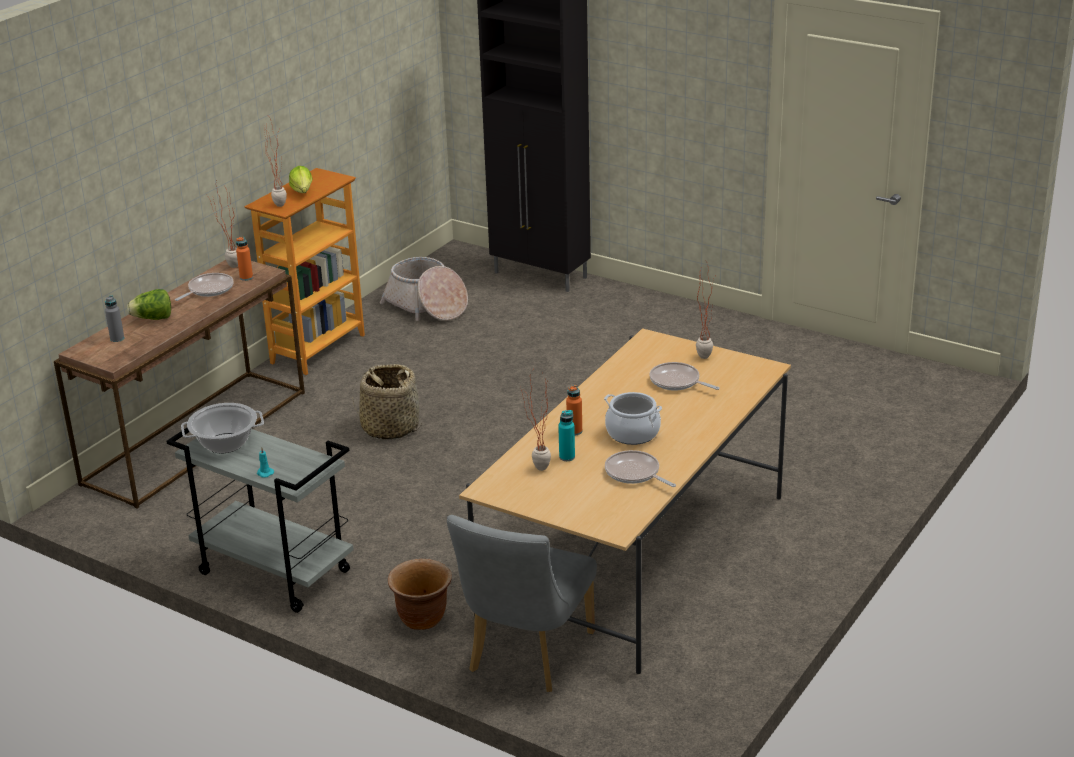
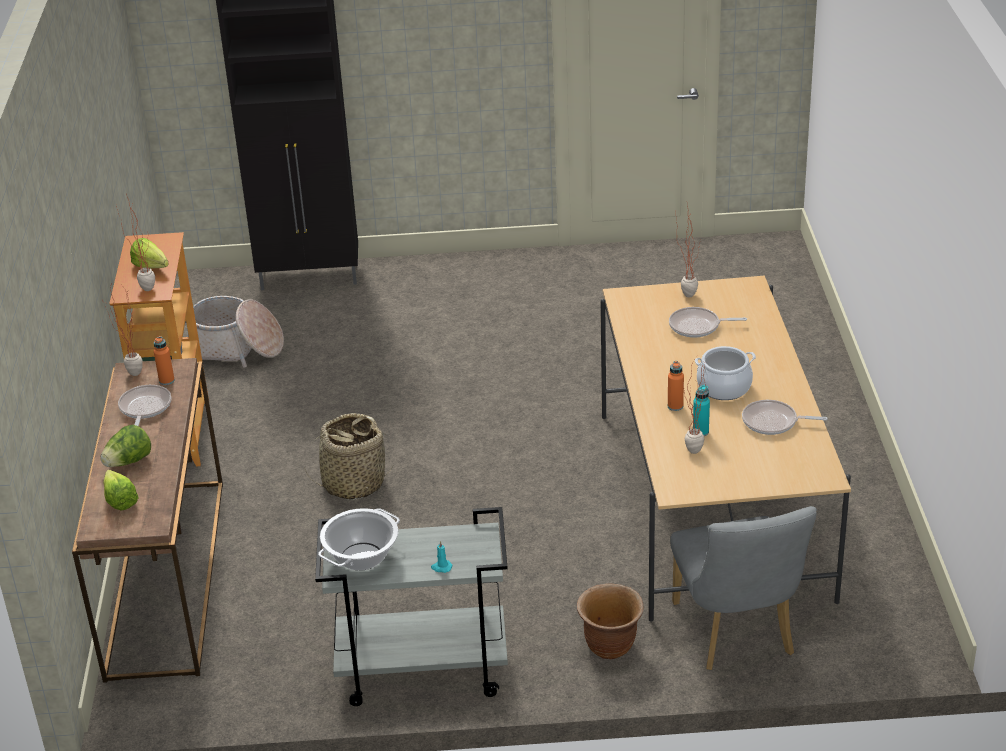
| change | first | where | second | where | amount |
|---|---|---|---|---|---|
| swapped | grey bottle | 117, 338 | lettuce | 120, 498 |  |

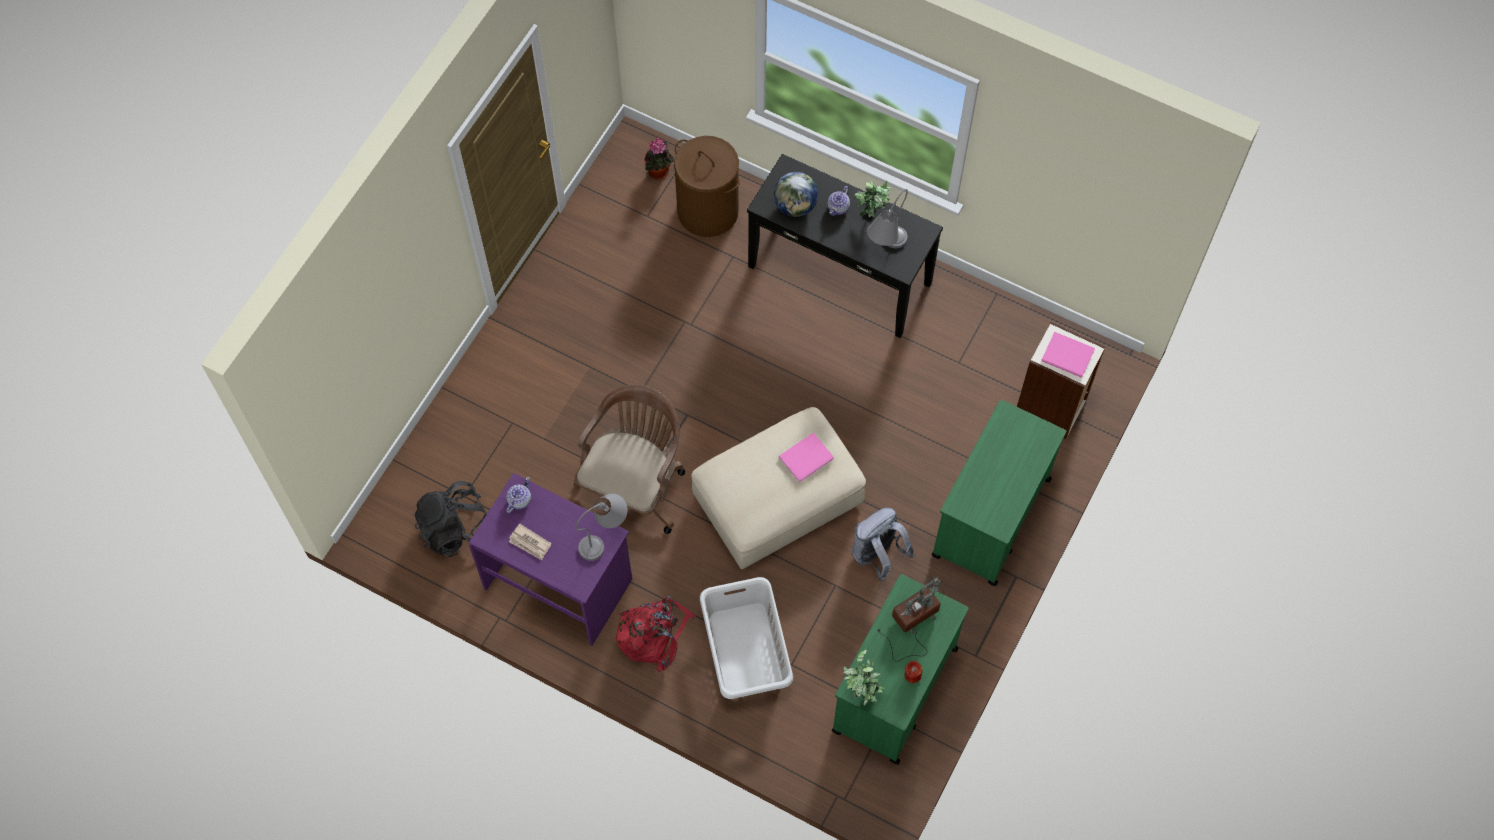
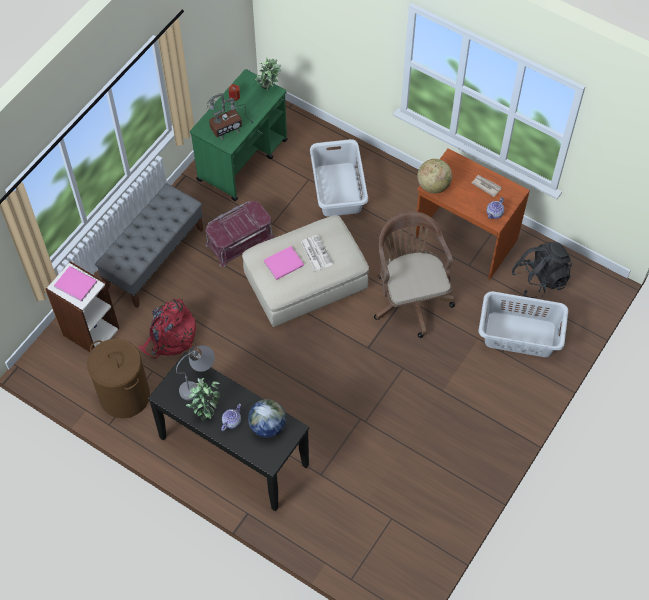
| change | first | where | second | where | amount |
|---|---|---|---|---|---|
| gone | potted plant | 659, 172 |  |  |  |
| new |  |  | newspaper | 316, 253 |  |
| new |  |  | grey laundry basket | 520, 335 |  |
| shifted | red backpack | 653, 634 |  | 170, 337 |  |
| shifted | brown laundry basket | 708, 211 |  | 124, 396 |  |
| swapped | grey table lamp | 605, 537 | globe | 433, 185 |  |
| swapped | grey backpack | 877, 556 | red storage box | 239, 240 |  |
| swapped | green cart | 990, 518 | grey bench | 154, 258 |  |
| repainted | purple desk | 559, 583 | brown desk | 464, 239 |  |
| rotated | brown office chair | 634, 488 |  | 410, 297 | 135 degrees clockwise |

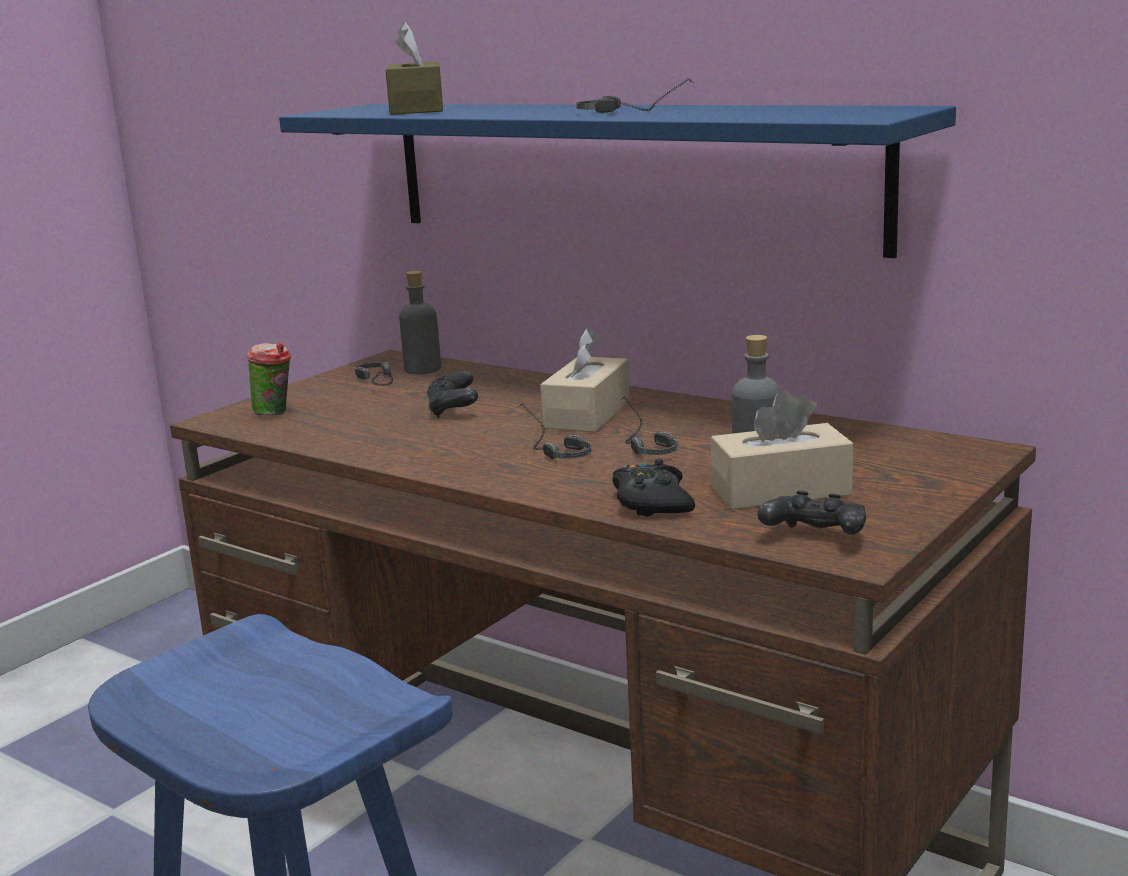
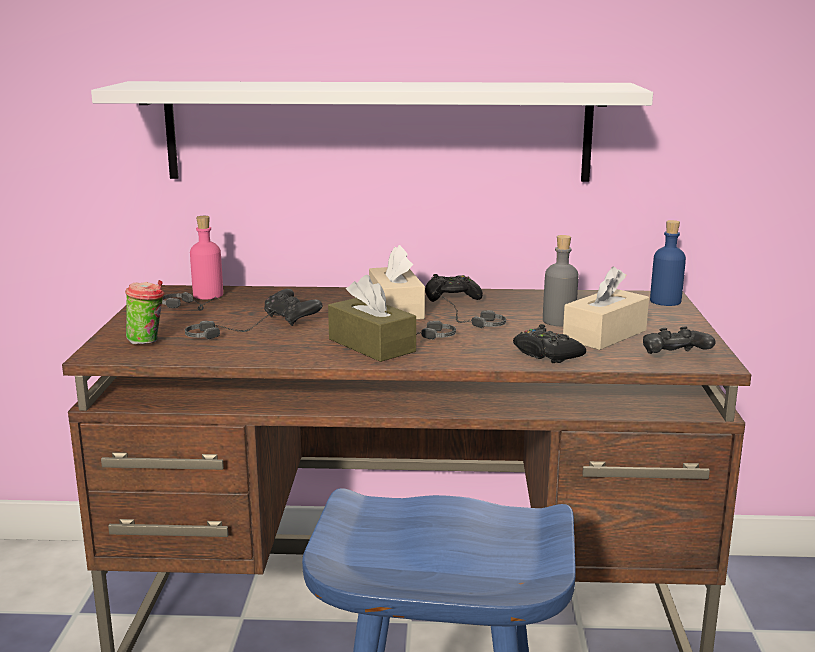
| change | first | where | second | where | amount |
|---|---|---|---|---|---|
| new |  |  | black game controller | 452, 297 |  |
| new |  |  | blue bottle | 665, 301 |  |
| shifted | brown tissue box | 416, 109 |  | 371, 345 |  |
| shifted | headphones | 635, 112 |  | 231, 333 |  |
| repainted | blue shelf | 622, 172 | white shelf | 377, 131 |  |
| repainted | grey bottle | 422, 369 | pink bottle | 208, 295 |  |

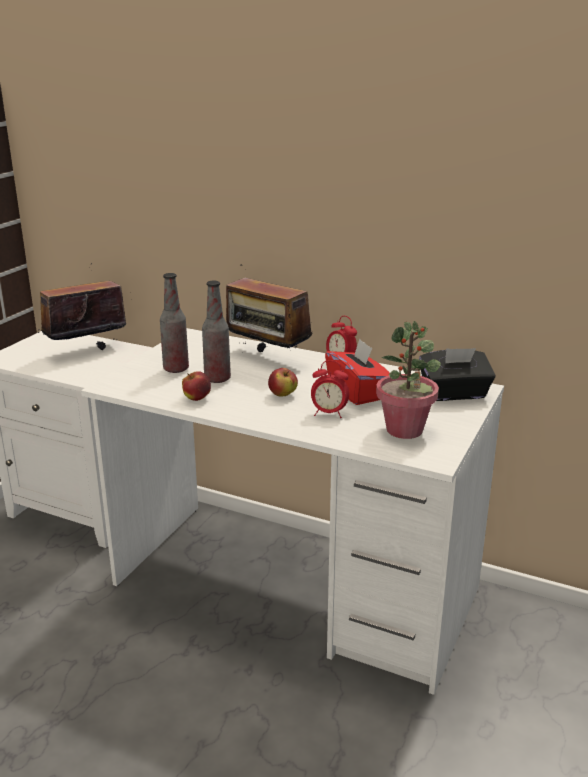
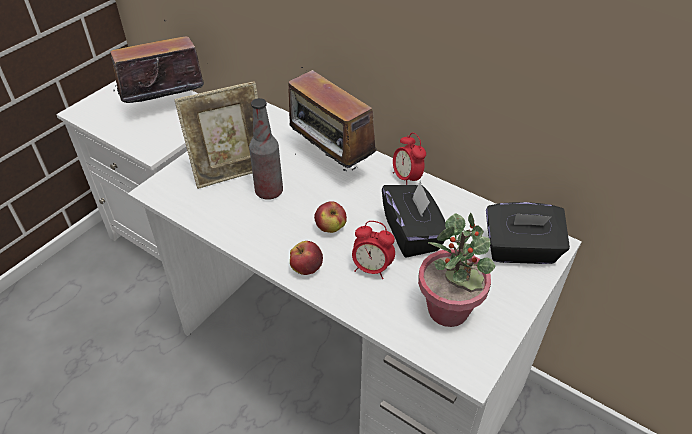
| change | first | where | second | where | amount |
|---|---|---|---|---|---|
| shifted | apple | 197, 398 |  | 306, 268 |  |
| swapped | bottle | 176, 369 | picture frame | 231, 169 |  |
| repainted | red tissue box | 357, 392 | black tissue box | 412, 234 |  |

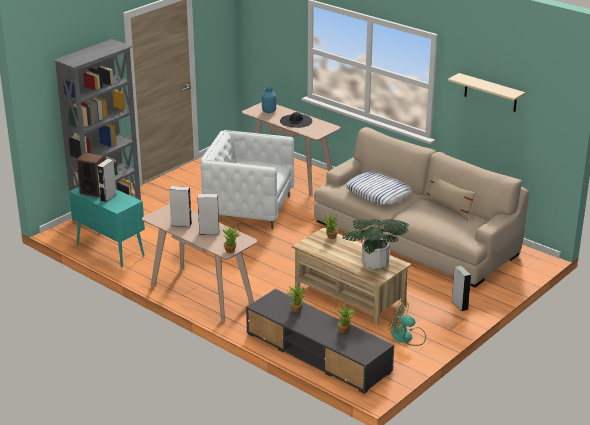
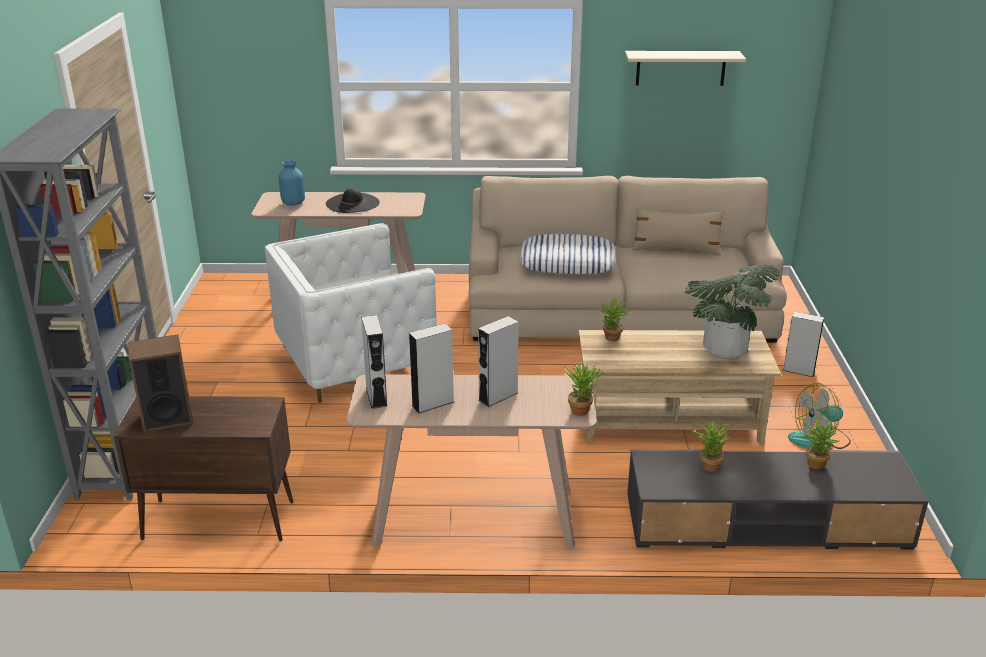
| change | first | where | second | where | amount |
|---|---|---|---|---|---|
| shifted | grey speaker | 108, 197 |  | 376, 396 |  |
| repainted | turquoise cabinet | 109, 250 | brown cabinet | 217, 520 |  |

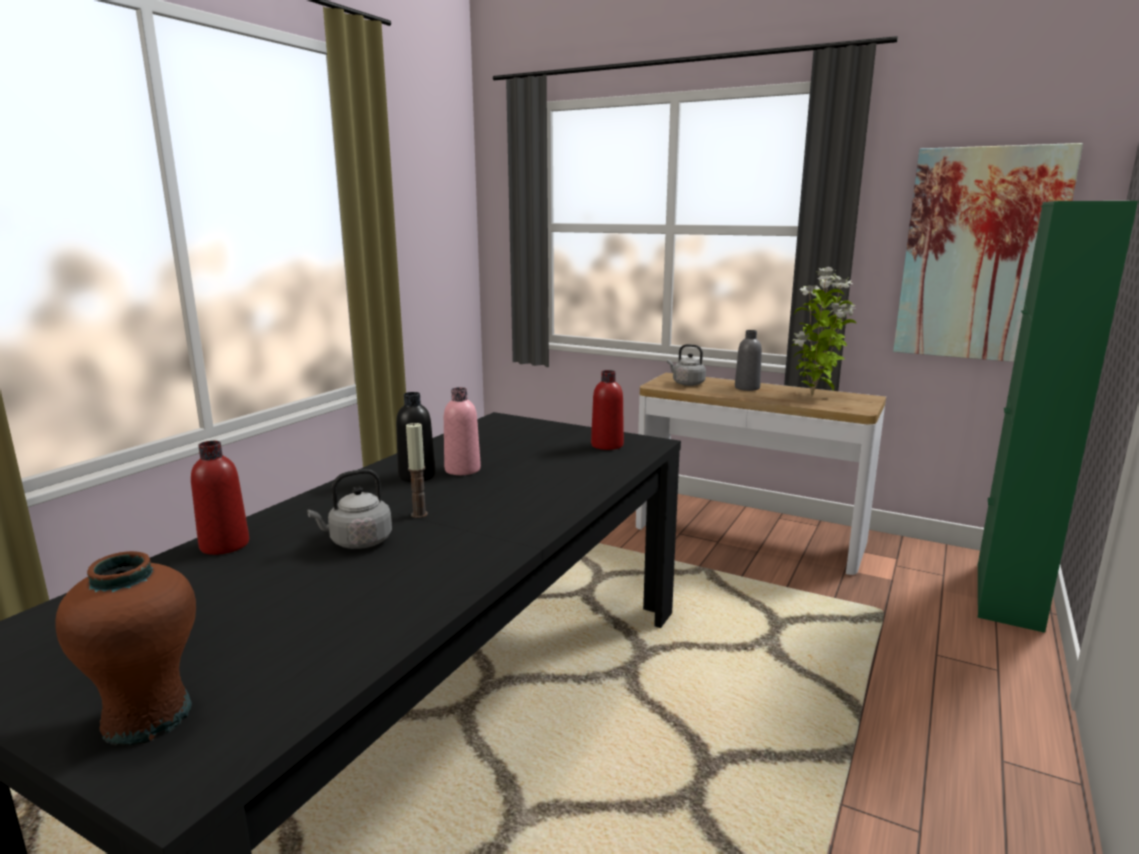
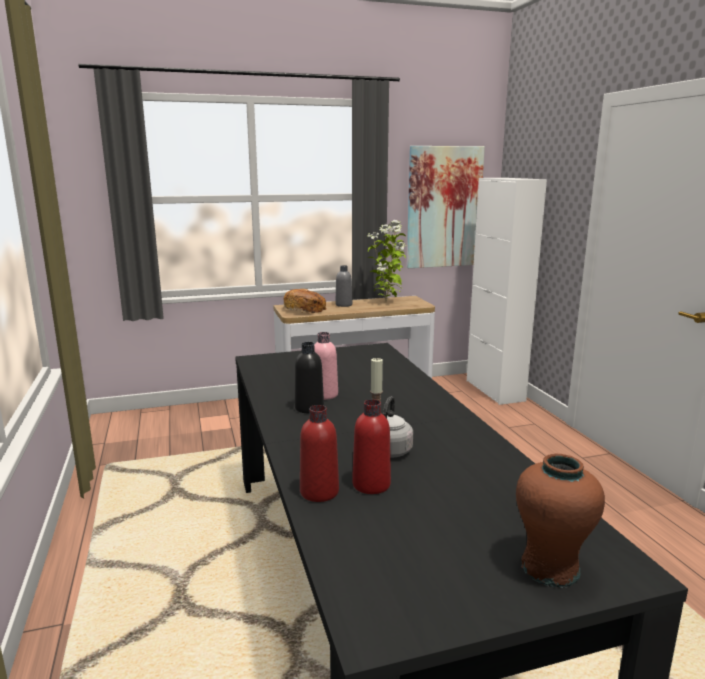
| change | first | where | second | where | amount |
|---|---|---|---|---|---|
| shifted | red bottle | 607, 445 |  | 371, 484 |  |
| swapped | grey kettle | 686, 383 | bread | 305, 309 |  |
| repainted | green cabinet | 1008, 595 | white cabinet | 495, 390 |  |

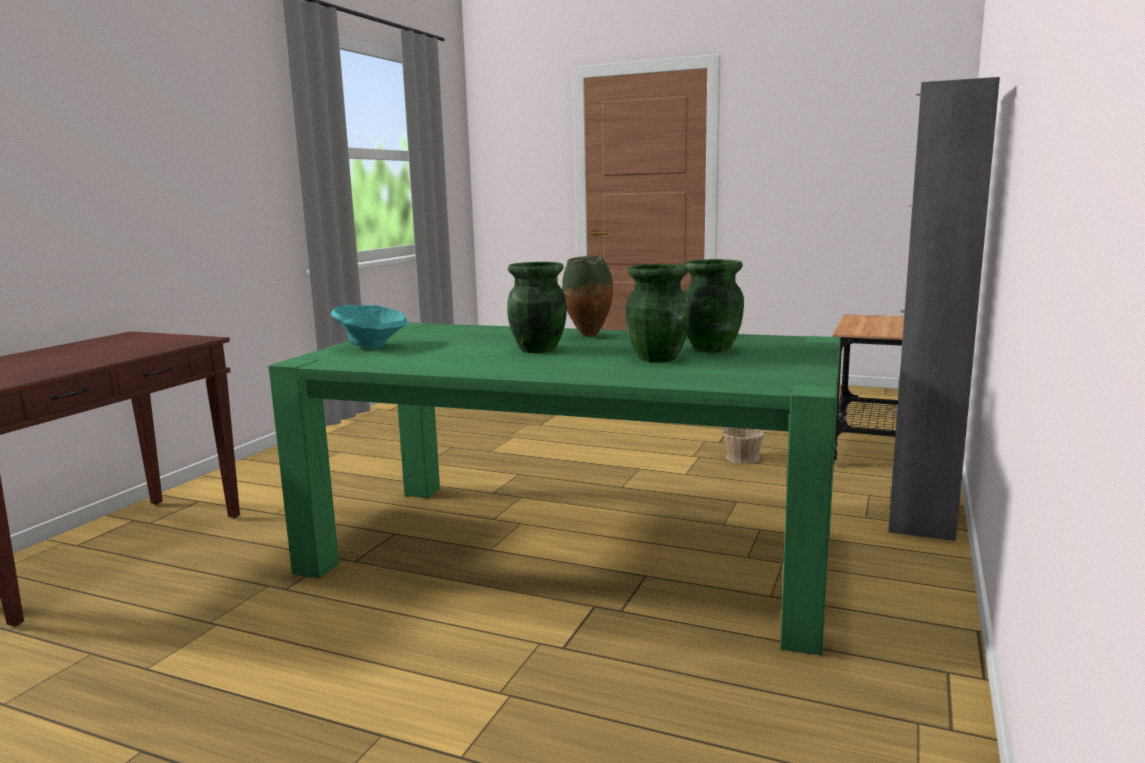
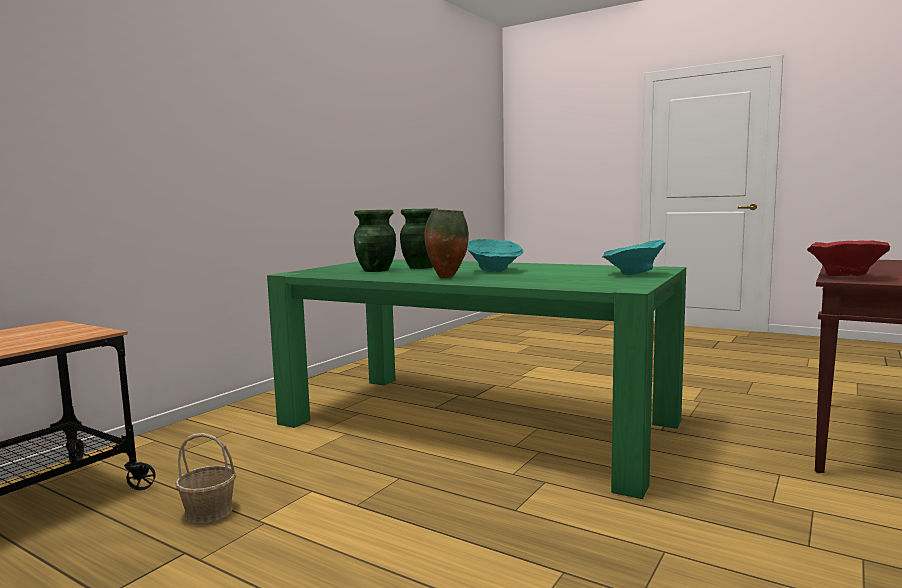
| change | first | where | second | where | amount |
|---|---|---|---|---|---|
| gone | grey cabinet | 920, 511 |  |  |  |
| new |  |  | red bowl | 844, 277 |  |
| swapped | green vase | 538, 350 | turquoise bowl | 494, 271 |  |

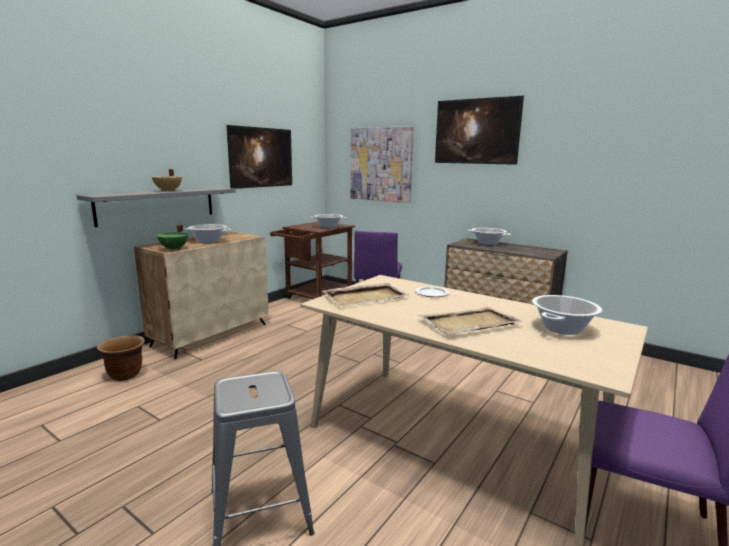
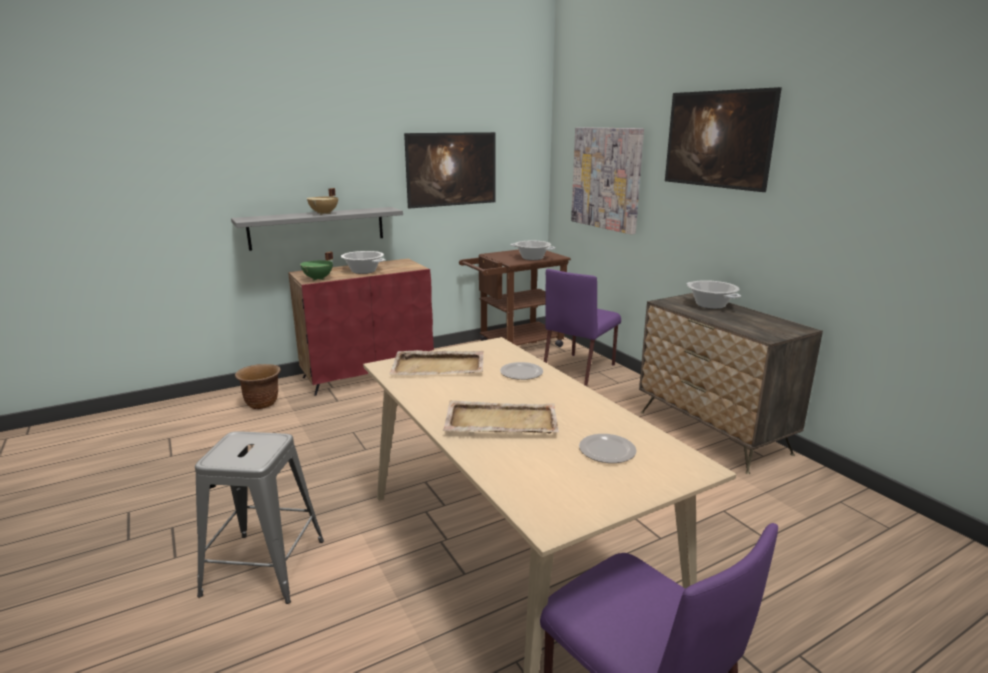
| change | first | where | second | where | amount |
|---|---|---|---|---|---|
| swapped | cooking pot | 563, 328 | plate | 606, 451 |  |
| repainted | beige cabinet | 211, 334 | red cabinet | 368, 374 |  |

